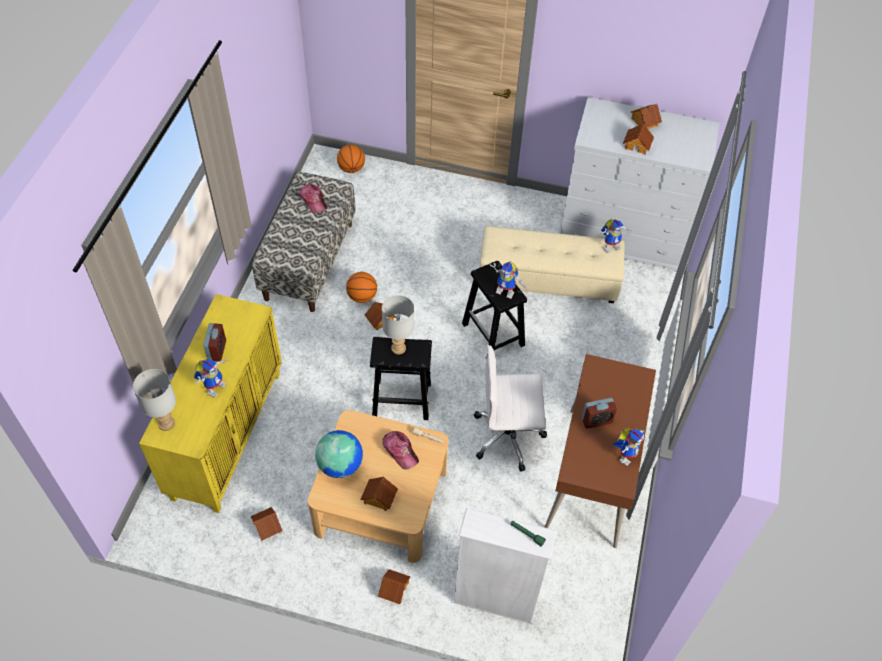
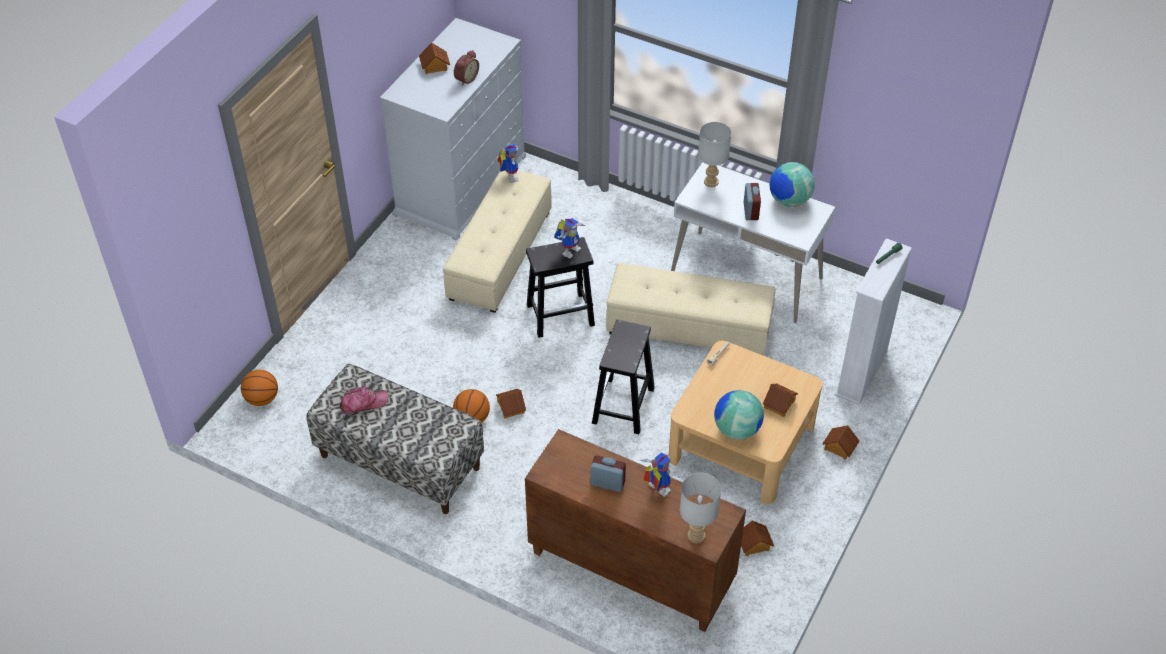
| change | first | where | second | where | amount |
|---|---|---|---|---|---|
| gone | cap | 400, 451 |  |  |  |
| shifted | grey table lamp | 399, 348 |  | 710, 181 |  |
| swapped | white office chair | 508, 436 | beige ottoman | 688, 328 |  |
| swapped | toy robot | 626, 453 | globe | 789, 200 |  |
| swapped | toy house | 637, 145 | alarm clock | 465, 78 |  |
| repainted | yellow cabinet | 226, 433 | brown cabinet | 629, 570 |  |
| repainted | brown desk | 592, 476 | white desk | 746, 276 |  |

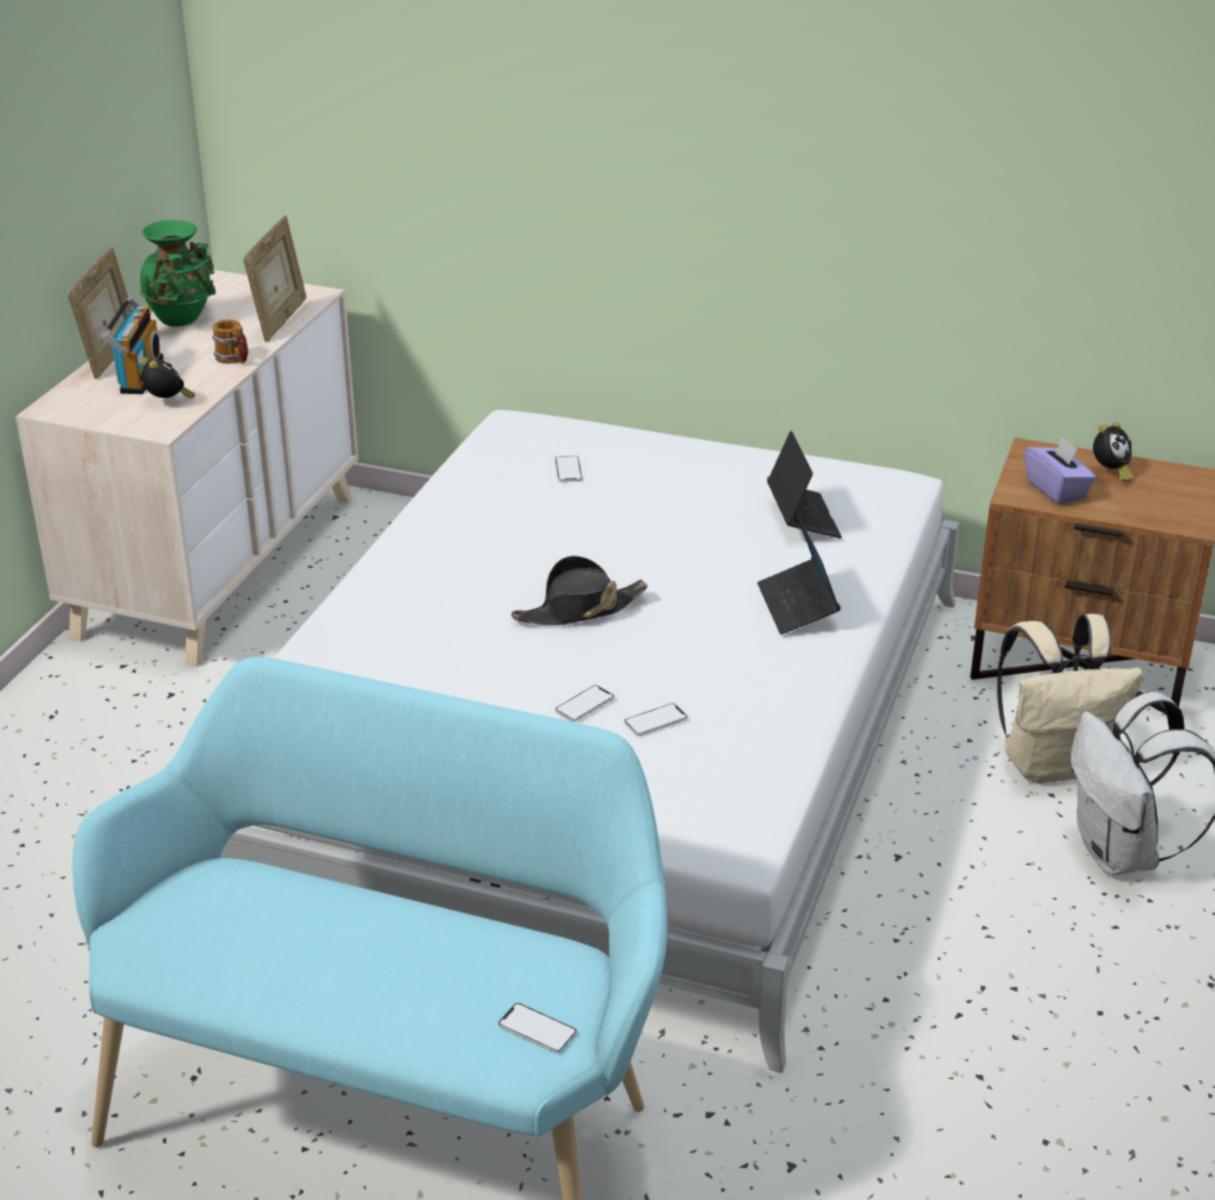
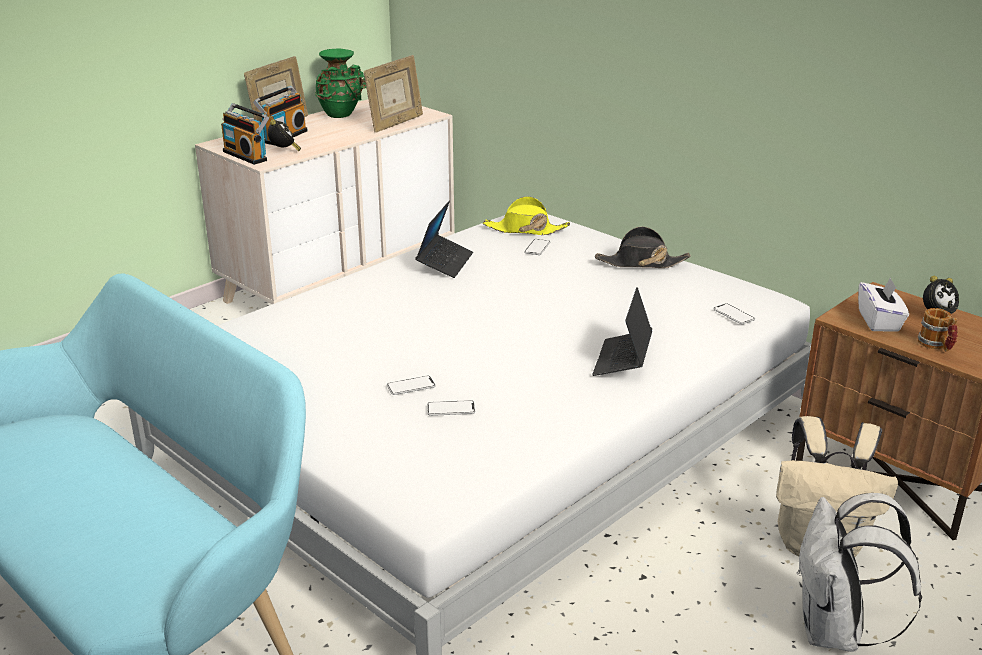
| change | first | where | second | where | amount |
|---|---|---|---|---|---|
| new |  |  | radio | 247, 155 |  |
| new |  |  | yellow hat | 525, 230 |  |
| shifted | mug | 234, 359 |  | 936, 346 |  |
| shifted | phone | 537, 1029 |  | 733, 315 |  |
| shifted | black hat | 579, 610 |  | 641, 263 |  |
| shifted | laptop | 802, 518 |  | 445, 262 |  |
| repainted | purple tissue box | 1056, 490 | white tissue box | 879, 321 |  |

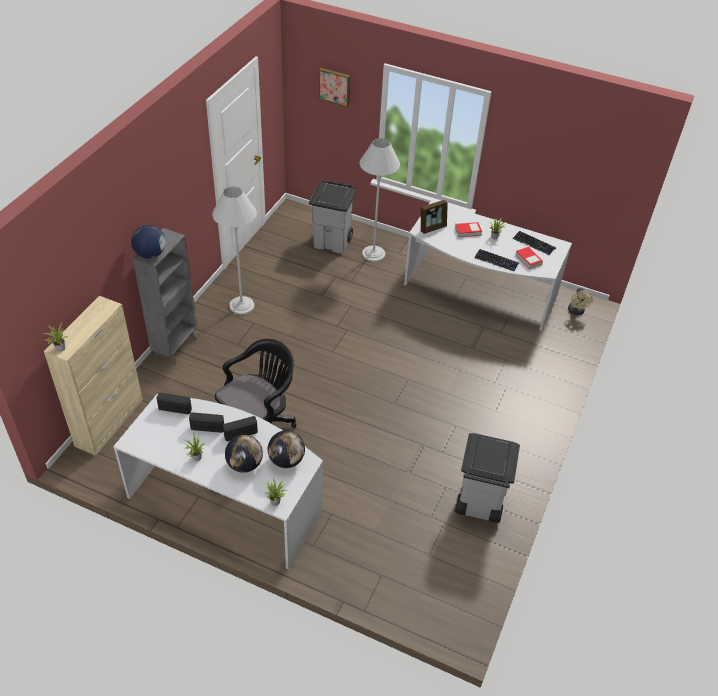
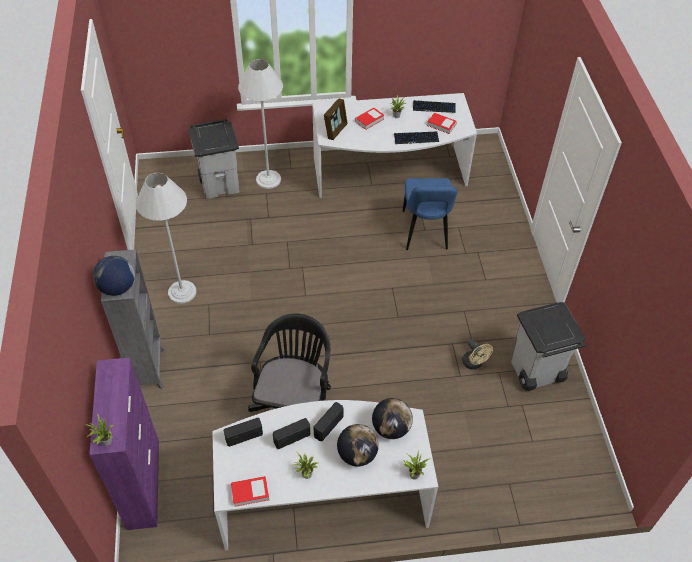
| change | first | where | second | where | amount |
|---|---|---|---|---|---|
| gone | picture | 335, 86 |  |  |  |
| new |  |  | book | 250, 493 |  |
| new |  |  | blue chair | 425, 232 |  |
| shifted | beige fan | 576, 312 |  | 474, 364 |  |
| repainted | beige cabinet | 110, 422 | purple cabinet | 143, 483 |  |

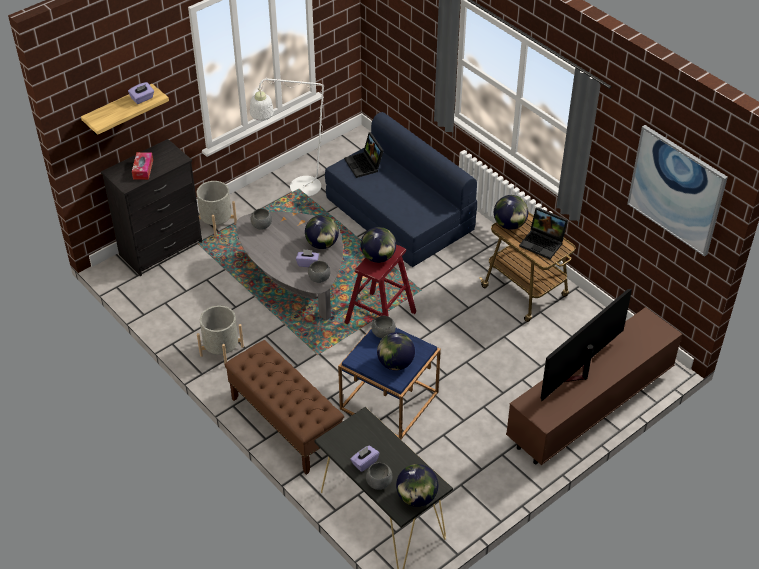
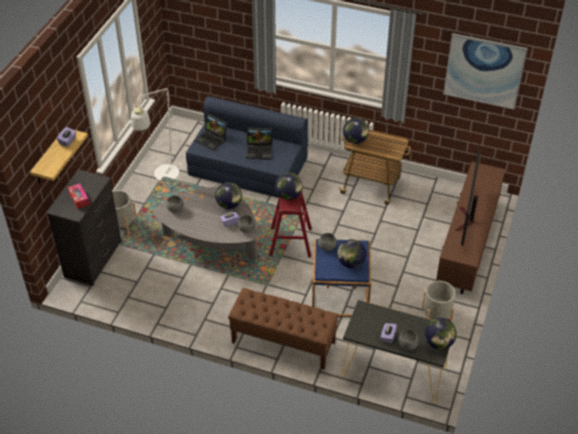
| change | first | where | second | where | amount |
|---|---|---|---|---|---|
| shifted | grey planter | 222, 351 |  | 436, 316 |  |
| shifted | laptop | 543, 243 |  | 260, 150 |  |

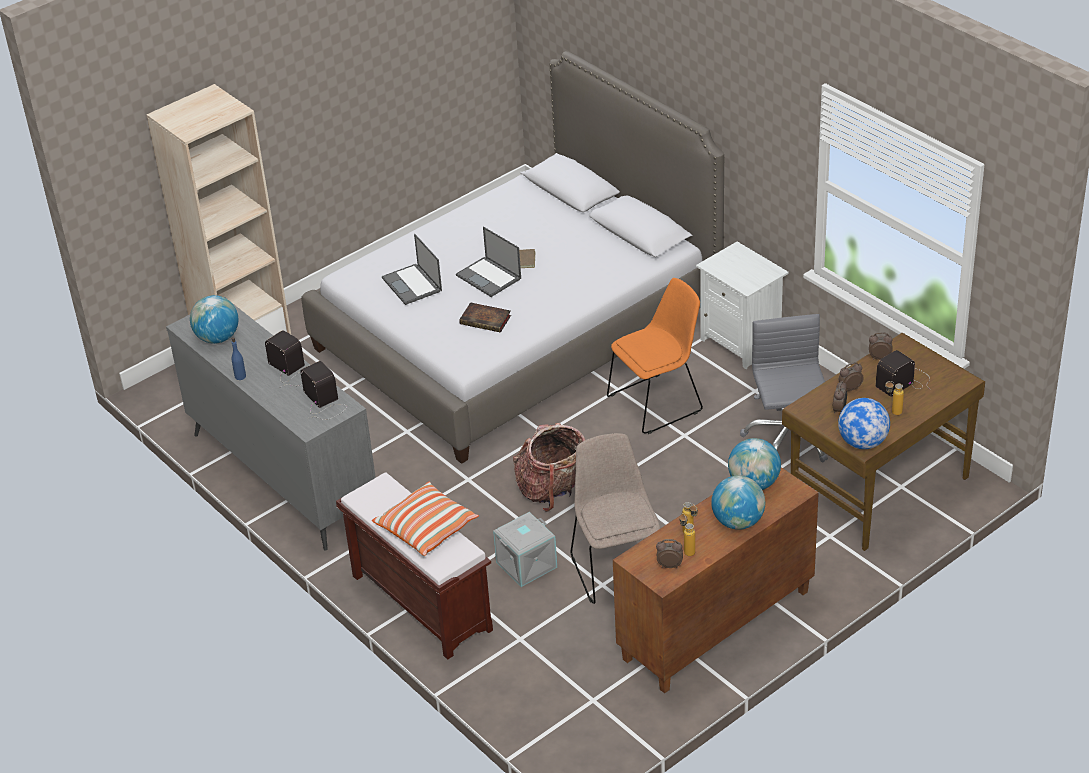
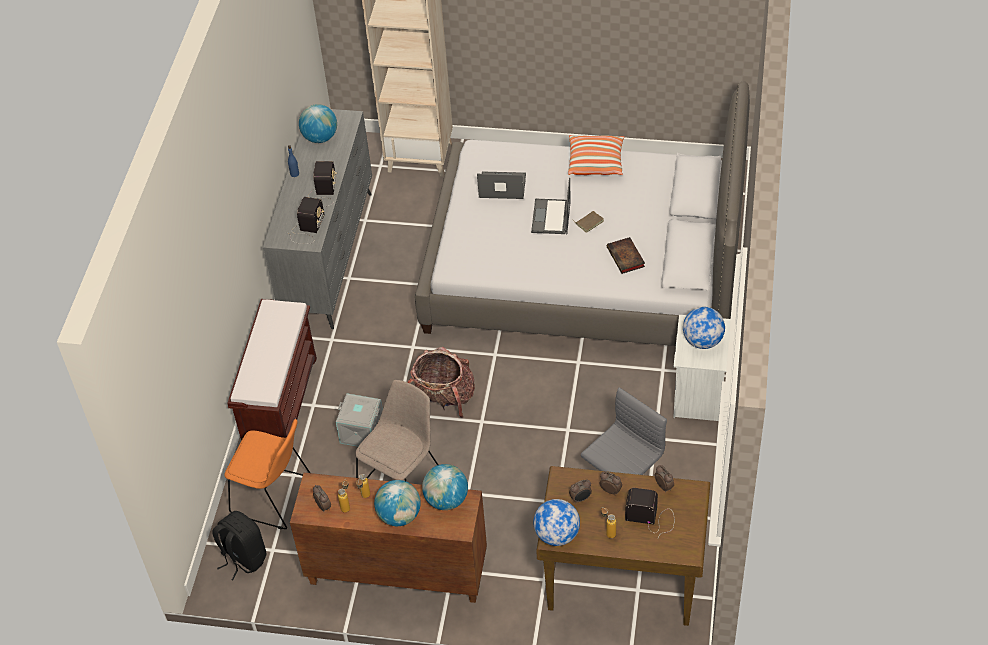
| change | first | where | second | where | amount |
|---|---|---|---|---|---|
| new |  |  | black backpack | 243, 558 |  |
| new |  |  | globe | 702, 341 |  |
| shifted | pillow | 427, 528 |  | 596, 162 |  |
| shifted | book | 487, 320 |  | 626, 258 |  |
| shifted | orange chair | 657, 402 |  | 274, 497 |  |
| rotated | laptop | 412, 285 |  | 501, 186 | 75 degrees clockwise |

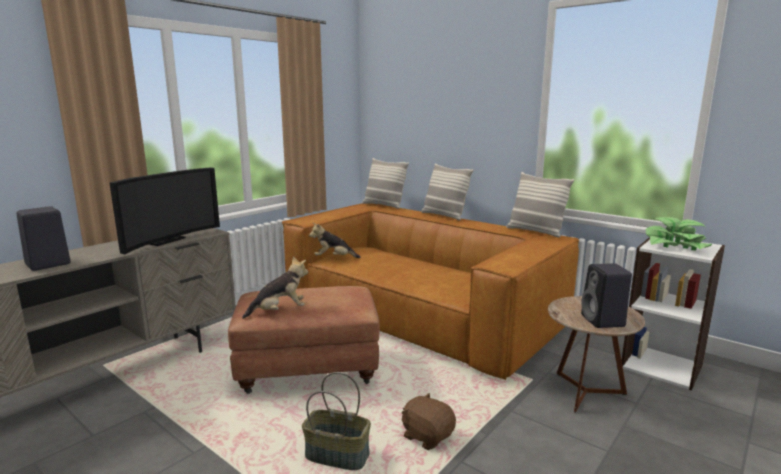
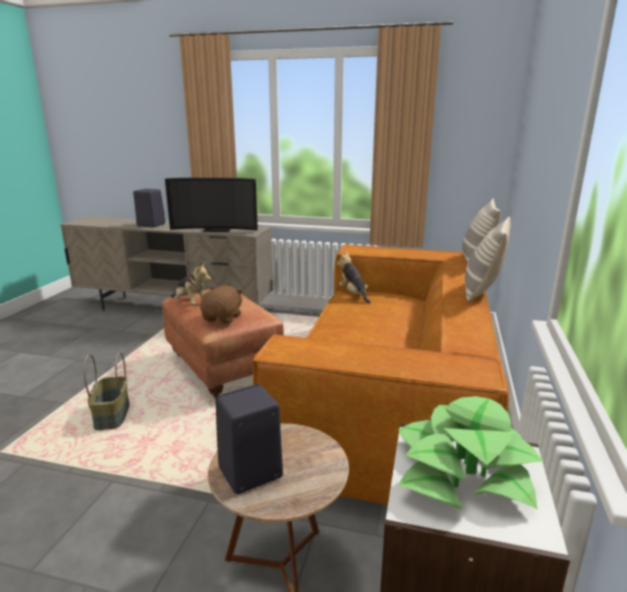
| change | first | where | second | where | amount |
|---|---|---|---|---|---|
| gone | pillow | 535, 231 |  |  |  |
| shifted | brown plush toy | 427, 436 |  | 223, 318 |  |

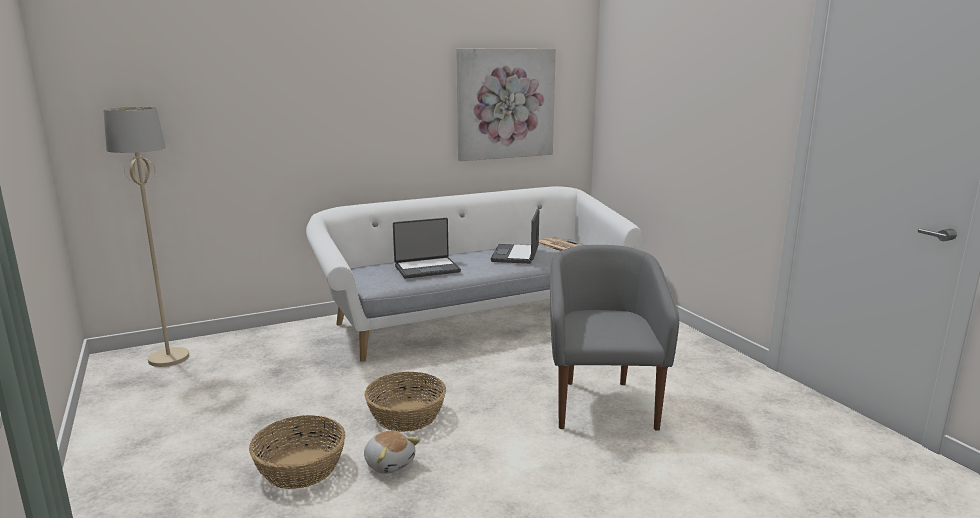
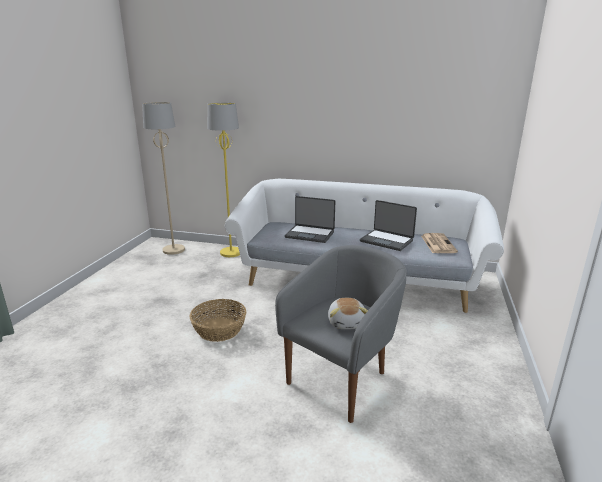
| change | first | where | second | where | amount |
|---|---|---|---|---|---|
| gone | basket | 300, 467 |  |  |  |
| gone | picture | 505, 104 |  |  |  |
| new |  |  | yellow floor lamp | 231, 252 |  |
| shifted | plush toy | 389, 463 |  | 347, 322 |  |
| rotated | laptop | 516, 255 |  | 387, 240 | 105 degrees counterclockwise |

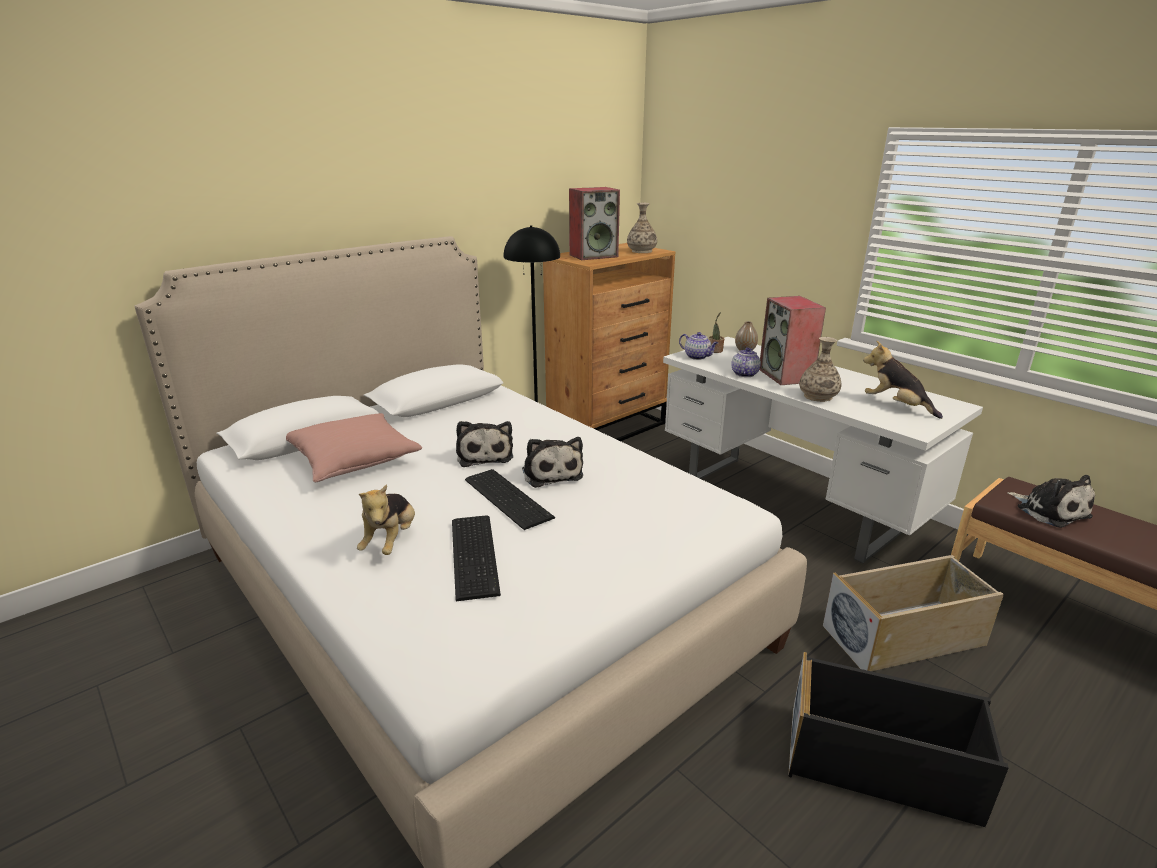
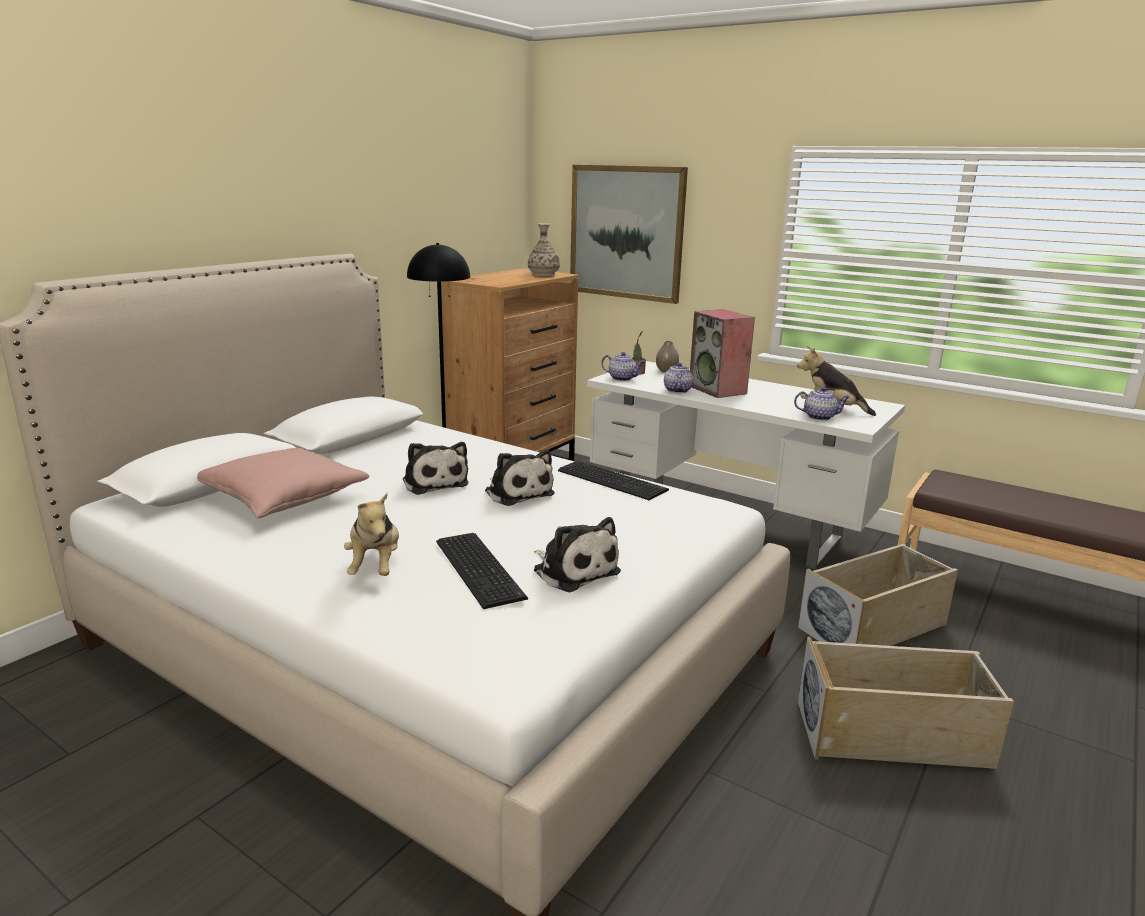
| change | first | where | second | where | amount |
|---|---|---|---|---|---|
| gone | speaker | 594, 256 |  |  |  |
| gone | vase | 818, 396 |  |  |  |
| new |  |  | picture | 626, 232 |  |
| new |  |  | teapot | 820, 417 |  |
| shifted | keyboard | 509, 497 |  | 612, 479 |  |
| shifted | plush toy | 1049, 511 |  | 573, 570 |  |
| repainted | black storage box | 881, 764 | beige storage box | 893, 735 |  |

